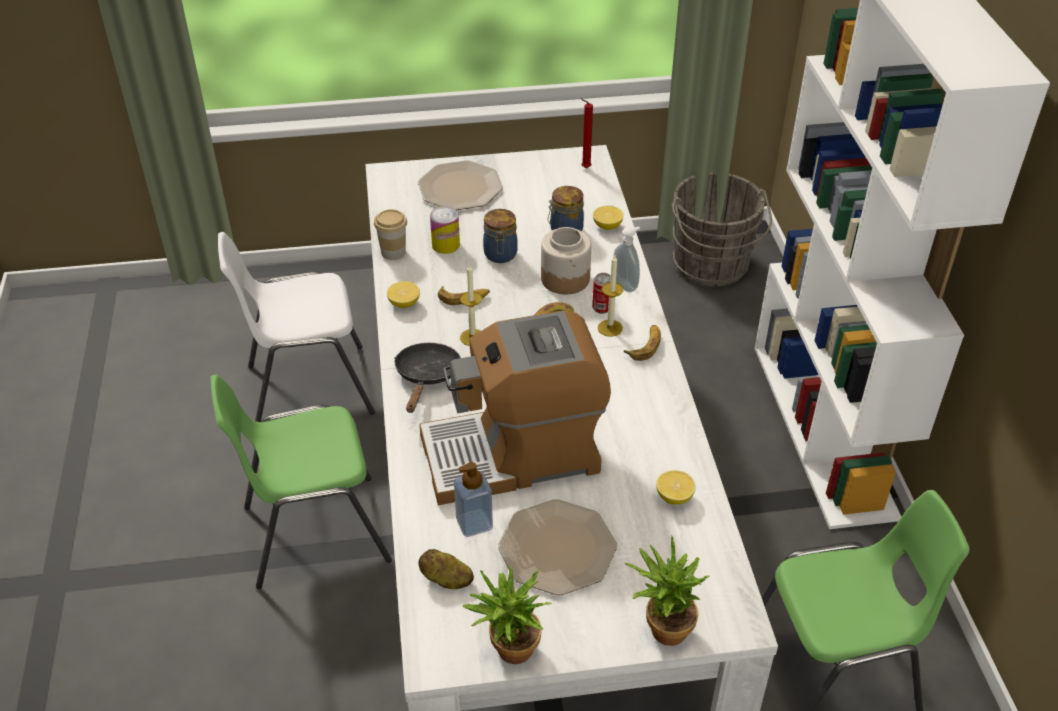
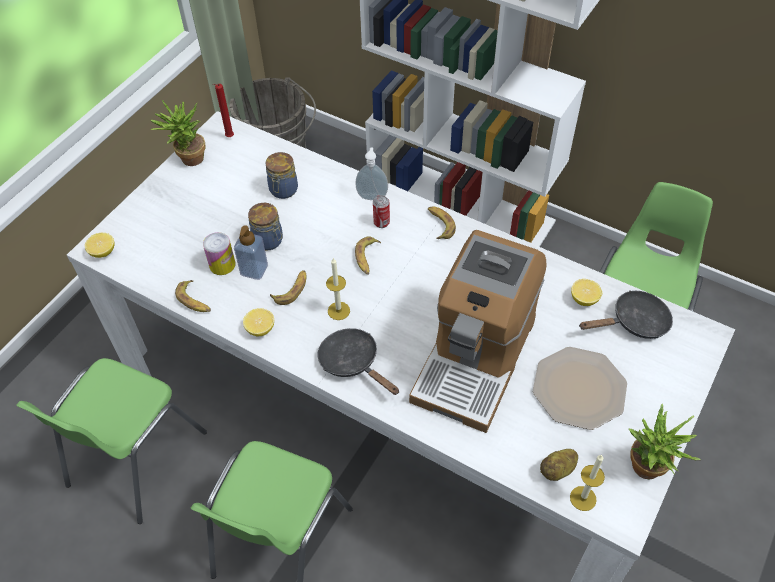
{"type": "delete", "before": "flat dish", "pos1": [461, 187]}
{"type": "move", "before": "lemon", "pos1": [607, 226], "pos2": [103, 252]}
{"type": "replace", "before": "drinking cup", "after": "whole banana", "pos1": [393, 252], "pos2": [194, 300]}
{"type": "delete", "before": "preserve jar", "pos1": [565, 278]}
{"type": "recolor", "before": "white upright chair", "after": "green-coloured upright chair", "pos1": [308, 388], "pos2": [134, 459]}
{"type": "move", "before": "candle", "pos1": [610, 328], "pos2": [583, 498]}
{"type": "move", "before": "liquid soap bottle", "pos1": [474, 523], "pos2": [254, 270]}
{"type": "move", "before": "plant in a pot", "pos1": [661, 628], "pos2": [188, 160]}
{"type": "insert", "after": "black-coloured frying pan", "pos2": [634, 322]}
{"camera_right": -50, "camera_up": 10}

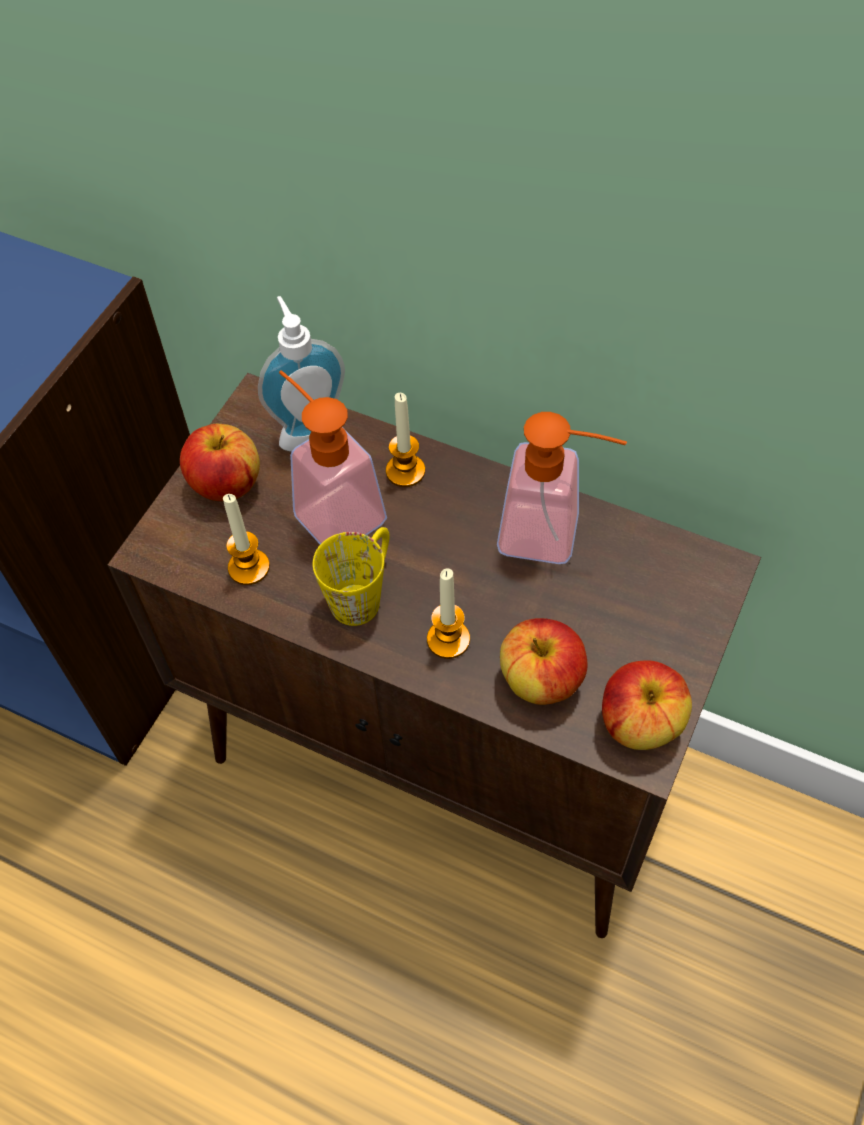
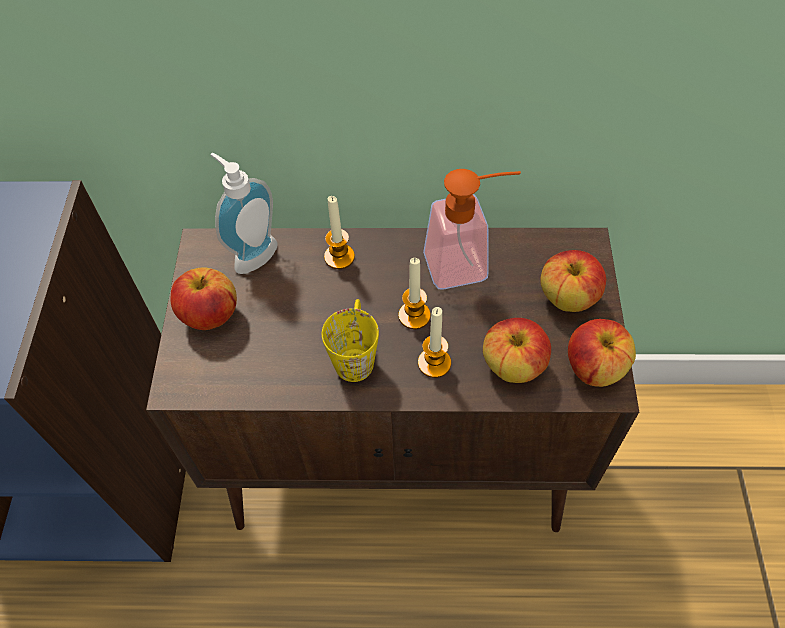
{"type": "delete", "before": "liquid soap bottle", "pos1": [331, 508]}
{"type": "move", "before": "candle", "pos1": [249, 567], "pos2": [414, 316]}
{"type": "insert", "after": "apple fruit", "pos2": [568, 298]}
{"camera_right": -25, "camera_up": 0}

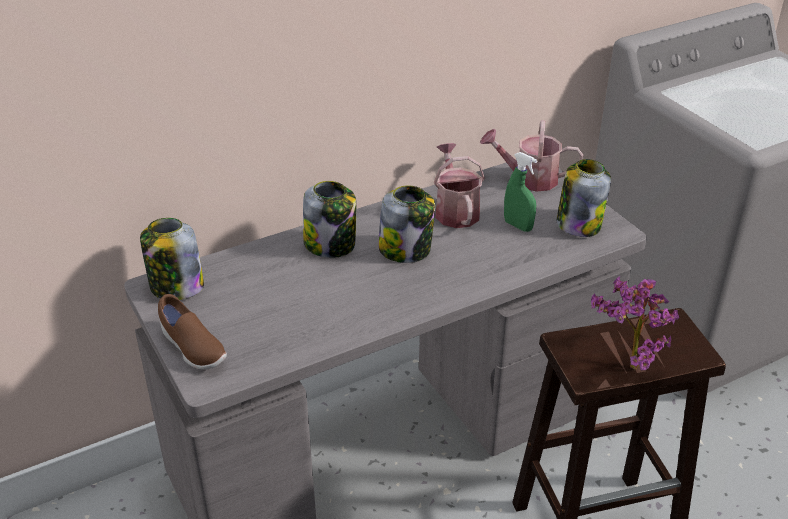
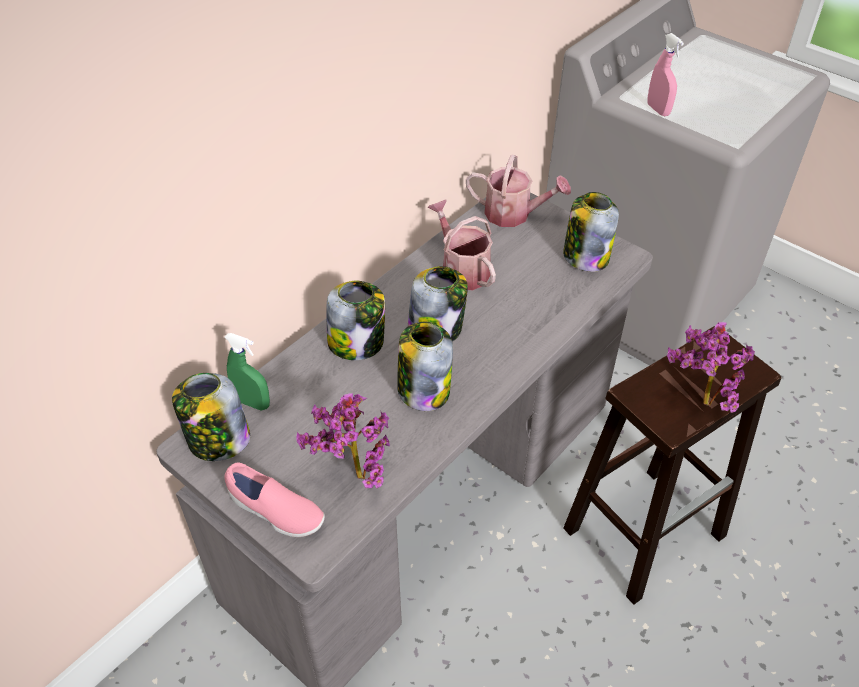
{"type": "rotate", "before": "watering can", "pos1": [529, 179], "pos2": [514, 214], "turn": -150}
{"type": "move", "before": "green-coloured sprayer", "pos1": [518, 226], "pos2": [252, 403]}
{"type": "recolor", "before": "brown shoe", "after": "pink-coloured shoe", "pos1": [192, 348], "pos2": [275, 512]}
{"type": "insert", "after": "pink-coloured sprayer", "pos2": [658, 110]}
{"type": "insert", "after": "preserve jar", "pos2": [423, 389]}
{"type": "insert", "after": "plant in a pot", "pos2": [352, 475]}
{"camera_right": -20, "camera_up": 10}

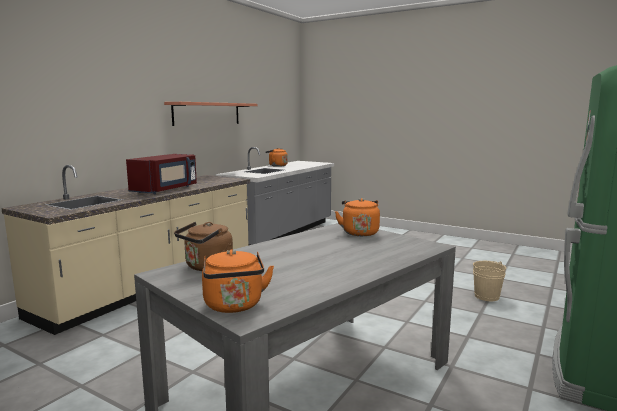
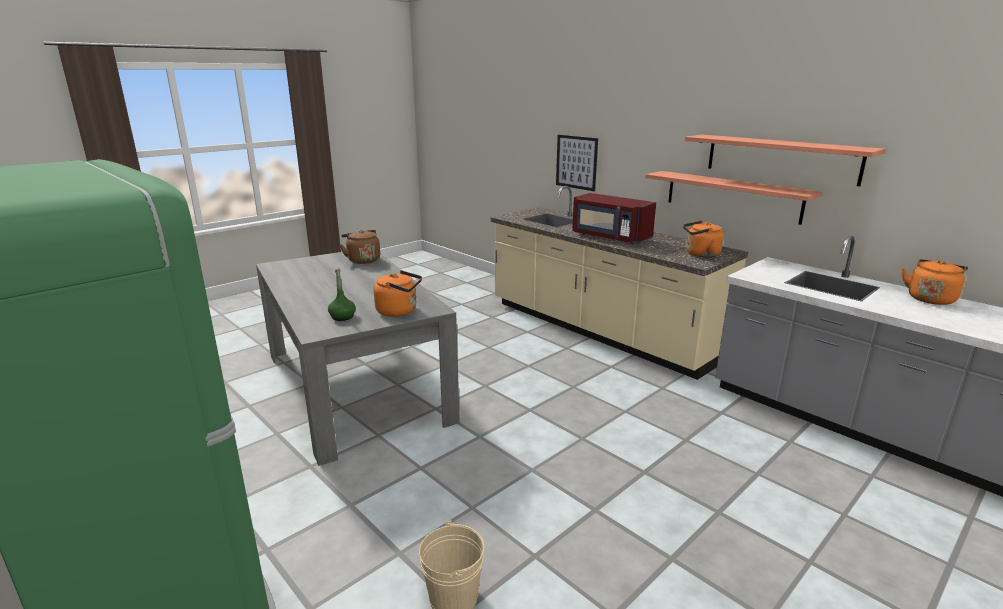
{"type": "move", "before": "orangey kettle", "pos1": [234, 306], "pos2": [700, 254]}
{"type": "insert", "after": "wall picture", "pos2": [576, 162]}
{"type": "insert", "after": "bracket shelf", "pos2": [732, 196]}
{"type": "insert", "after": "green-coloured drink bottle", "pos2": [342, 317]}
{"camera_right": 105, "camera_up": 10}

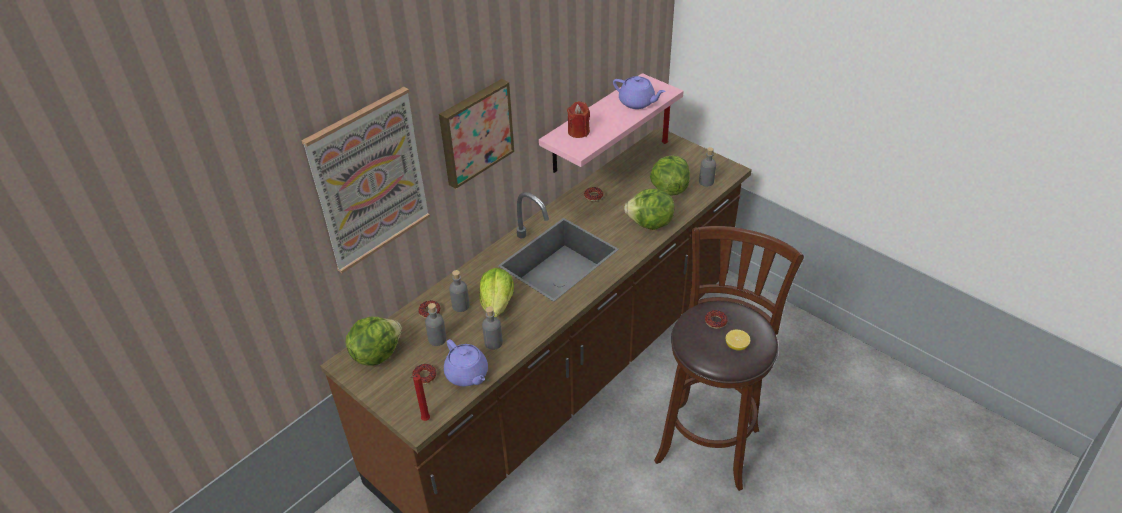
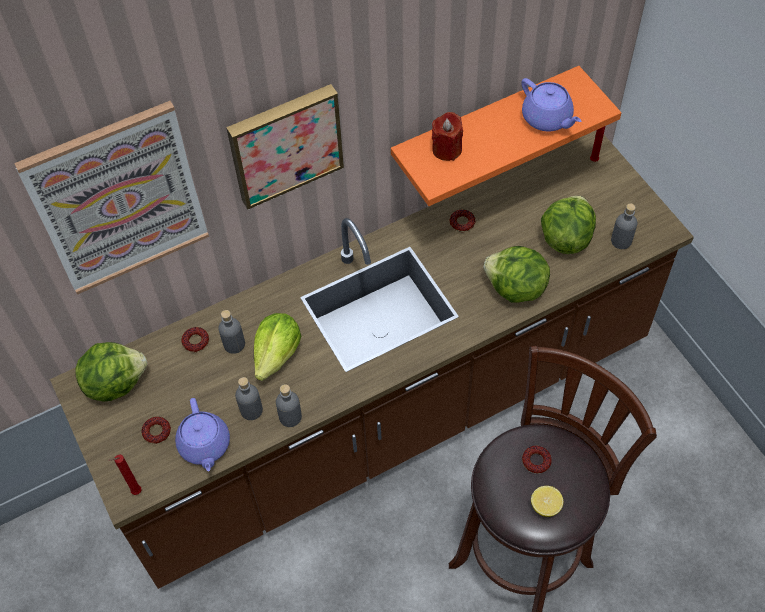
{"type": "recolor", "before": "pink-coloured bracket shelf", "after": "orangey bracket shelf", "pos1": [592, 125], "pos2": [485, 128]}
{"type": "move", "before": "greyish drink bottle", "pos1": [437, 339], "pos2": [290, 417]}
{"camera_right": 20, "camera_up": 15}

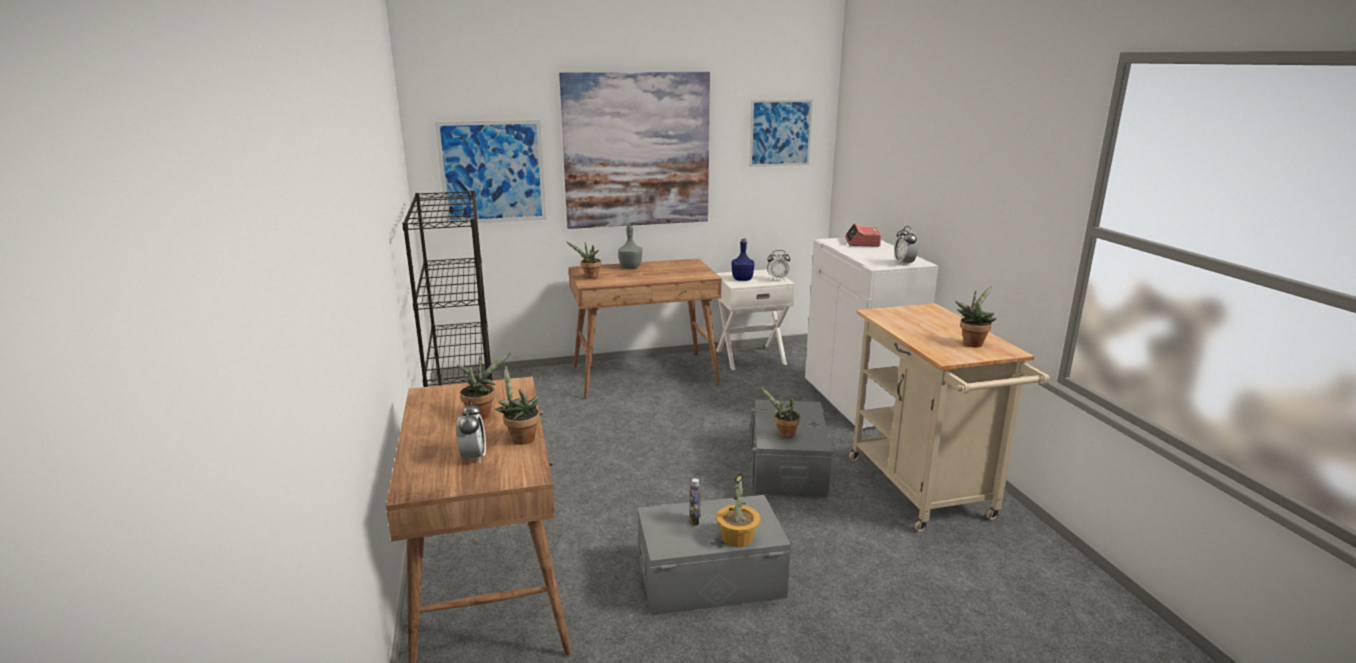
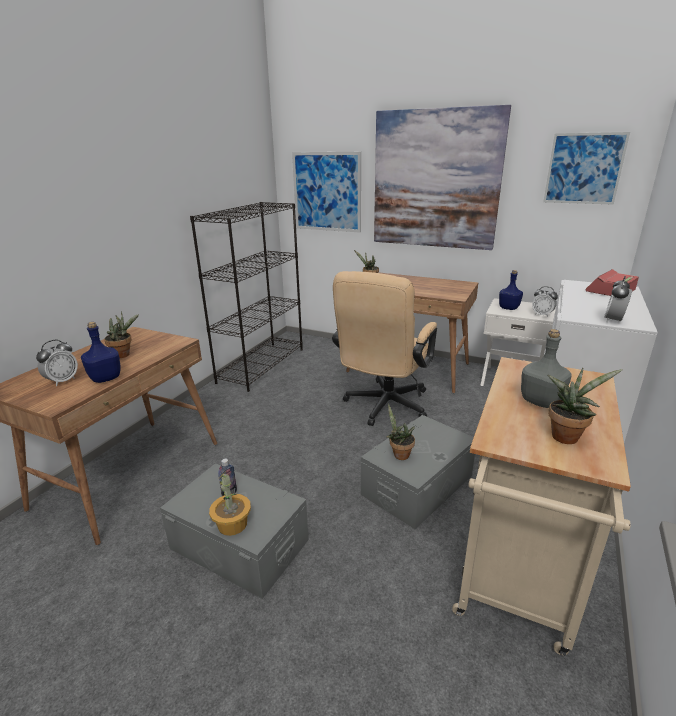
{"type": "move", "before": "greyish drink bottle", "pos1": [630, 267], "pos2": [541, 401]}
{"type": "replace", "before": "plant in a pot", "after": "blue drink bottle", "pos1": [520, 438], "pos2": [105, 378]}
{"type": "insert", "after": "sand-coloured computer chair", "pos2": [383, 407]}
{"camera_right": 40, "camera_up": 5}

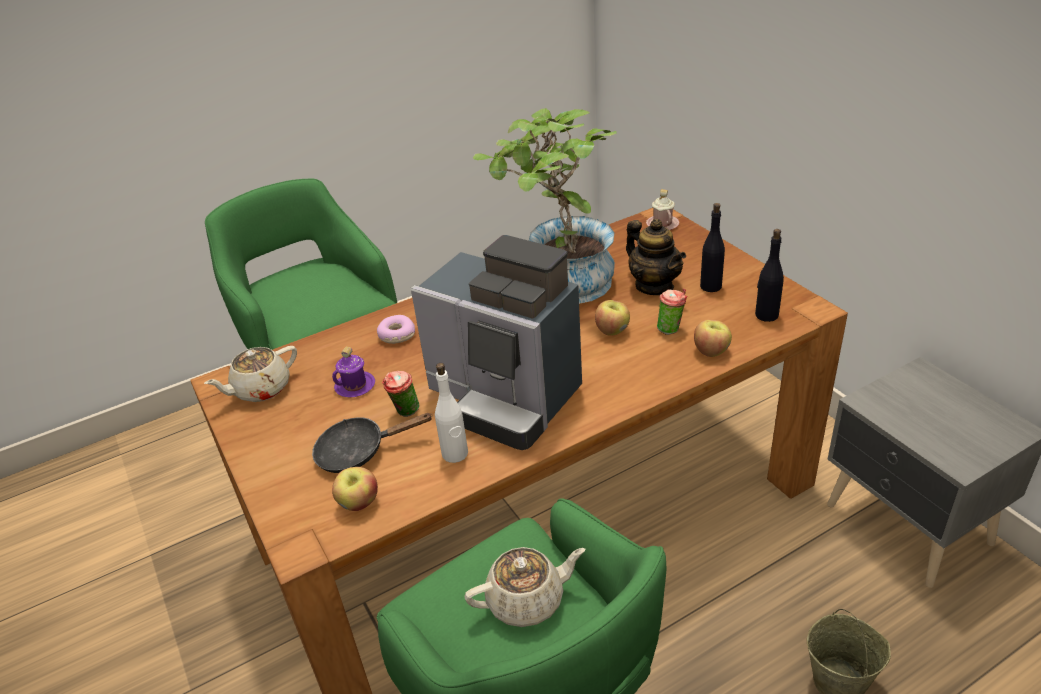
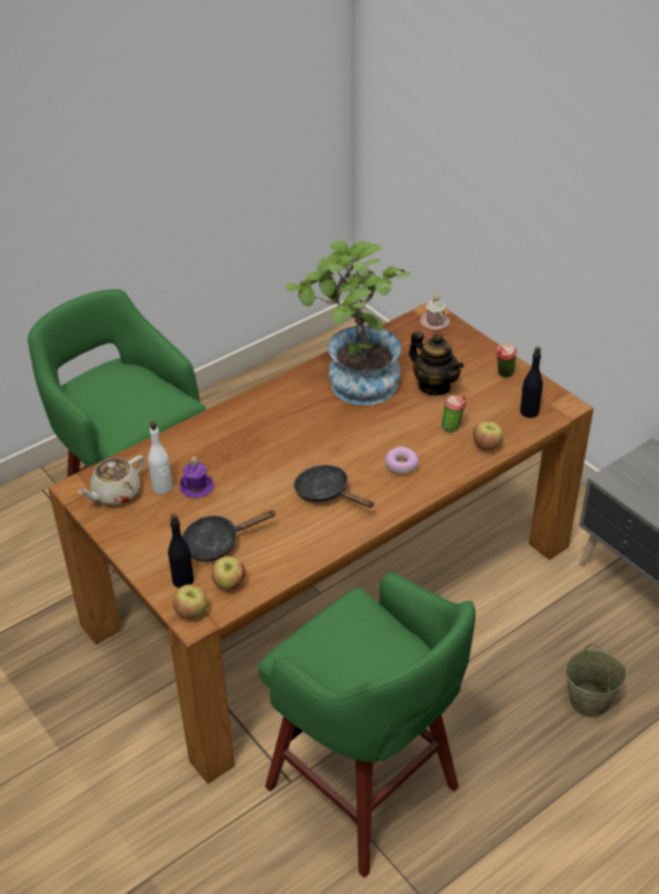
{"type": "move", "before": "black-coloured drink bottle", "pos1": [711, 286], "pos2": [183, 580]}
{"type": "replace", "before": "coffee brewer", "after": "black-coloured frying pan", "pos1": [505, 398], "pos2": [326, 493]}
{"type": "move", "before": "apple fruit", "pos1": [612, 330], "pos2": [191, 612]}
{"type": "move", "before": "ring doughnut", "pos1": [396, 335], "pos2": [401, 465]}
{"type": "move", "before": "white drink bottle", "pos1": [455, 454], "pos2": [162, 488]}
{"type": "move", "before": "drinking cup", "pos1": [405, 412], "pos2": [504, 375]}
{"type": "delete", "before": "sand-coloured pot for tea", "pos1": [527, 600]}
{"camera_right": -10, "camera_up": 5}

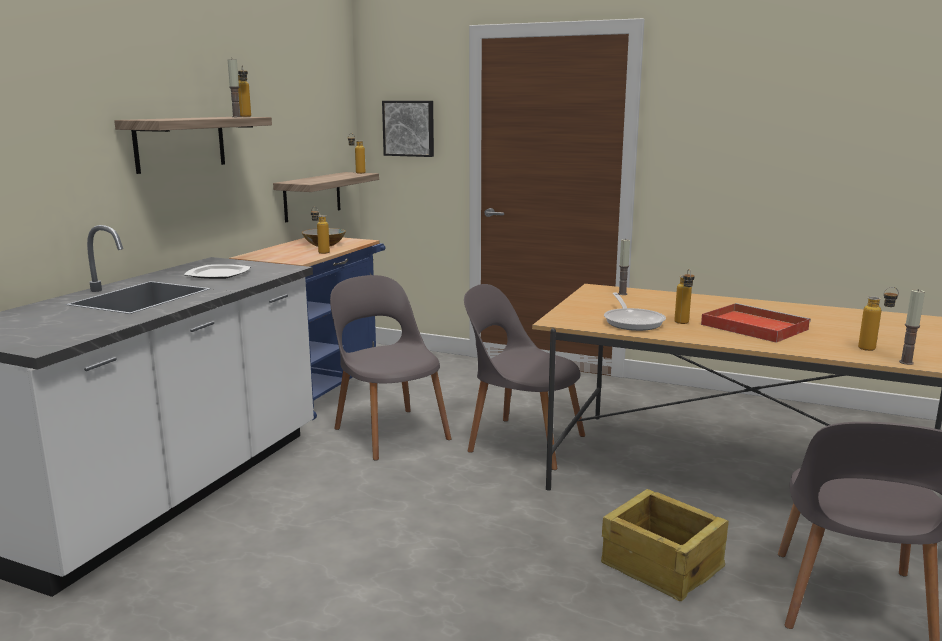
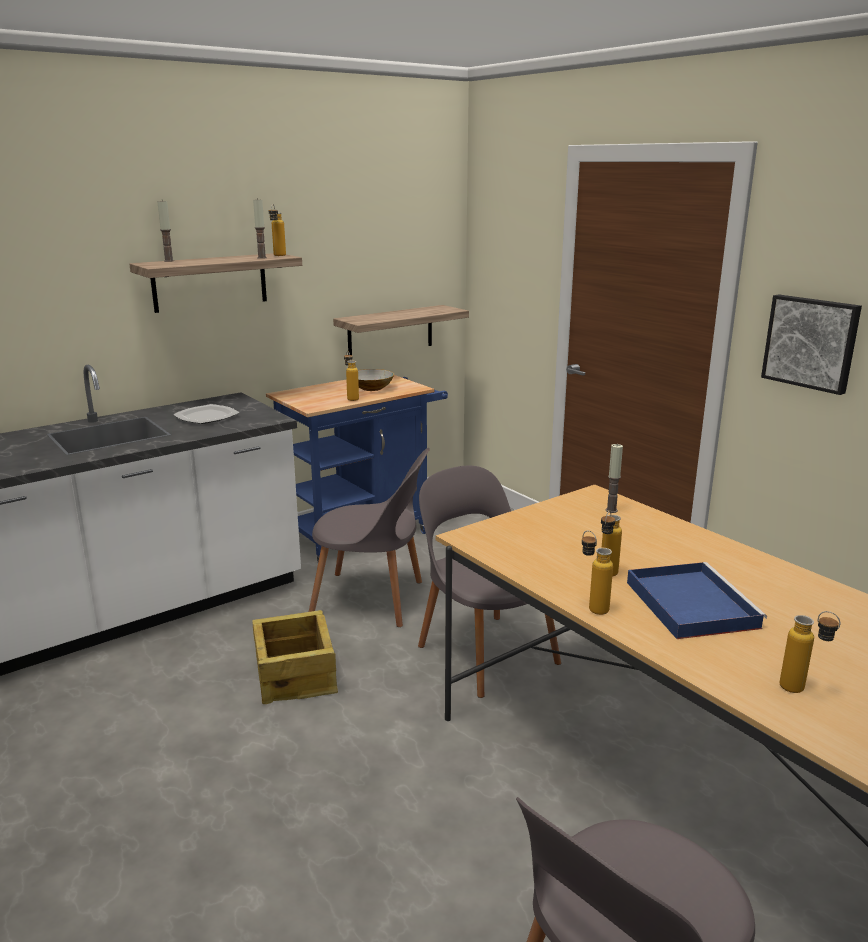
{"type": "move", "before": "wall picture", "pos1": [409, 128], "pos2": [811, 342]}
{"type": "move", "before": "drink bottle", "pos1": [357, 173], "pos2": [592, 607]}
{"type": "rotate", "before": "greyish upright chair", "pos1": [390, 432], "pos2": [372, 599], "turn": 105}
{"type": "move", "before": "candle", "pos1": [906, 362], "pos2": [169, 261]}
{"type": "delete", "before": "frying pan", "pos1": [632, 321]}
{"type": "recolor", "before": "reddish tray", "after": "blue tray", "pos1": [752, 326], "pos2": [689, 603]}
{"type": "move", "before": "crate", "pos1": [661, 564], "pos2": [296, 674]}
{"camera_right": 30, "camera_up": 5}

